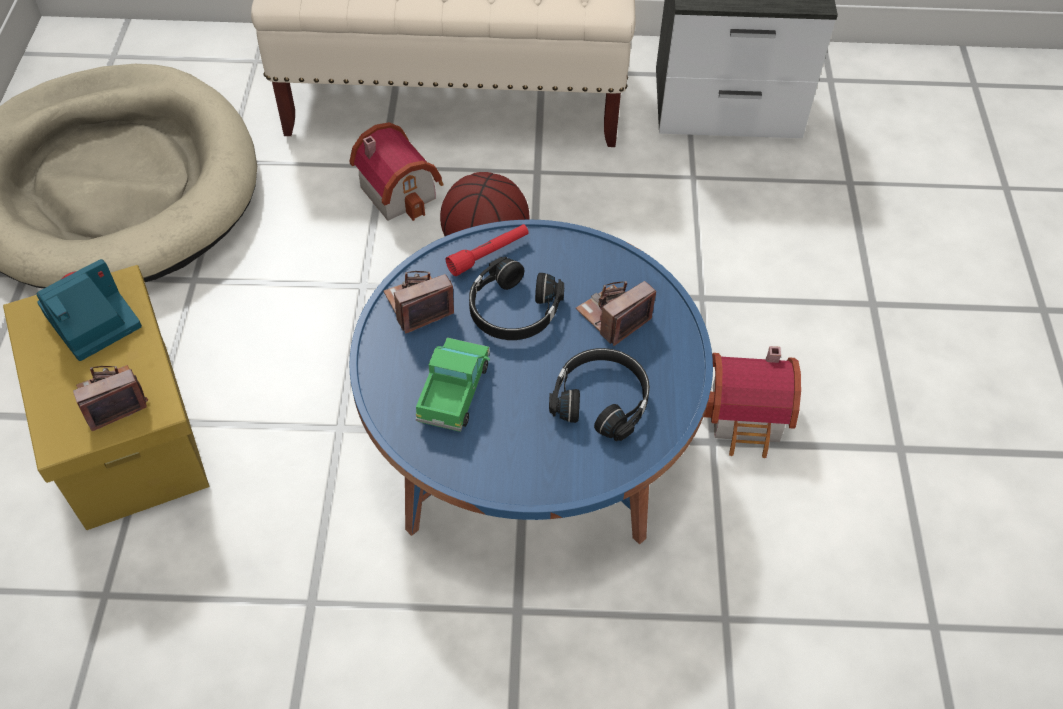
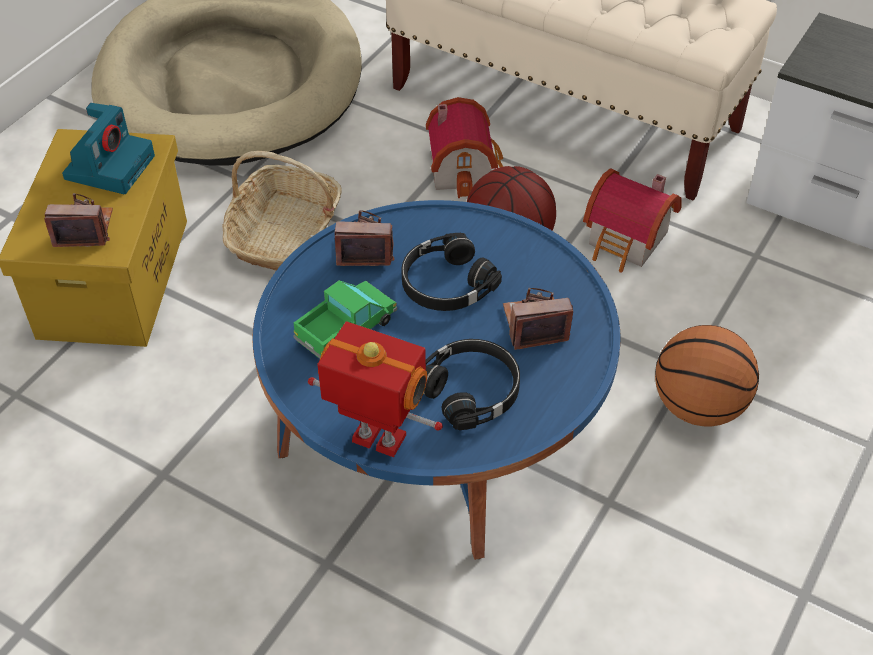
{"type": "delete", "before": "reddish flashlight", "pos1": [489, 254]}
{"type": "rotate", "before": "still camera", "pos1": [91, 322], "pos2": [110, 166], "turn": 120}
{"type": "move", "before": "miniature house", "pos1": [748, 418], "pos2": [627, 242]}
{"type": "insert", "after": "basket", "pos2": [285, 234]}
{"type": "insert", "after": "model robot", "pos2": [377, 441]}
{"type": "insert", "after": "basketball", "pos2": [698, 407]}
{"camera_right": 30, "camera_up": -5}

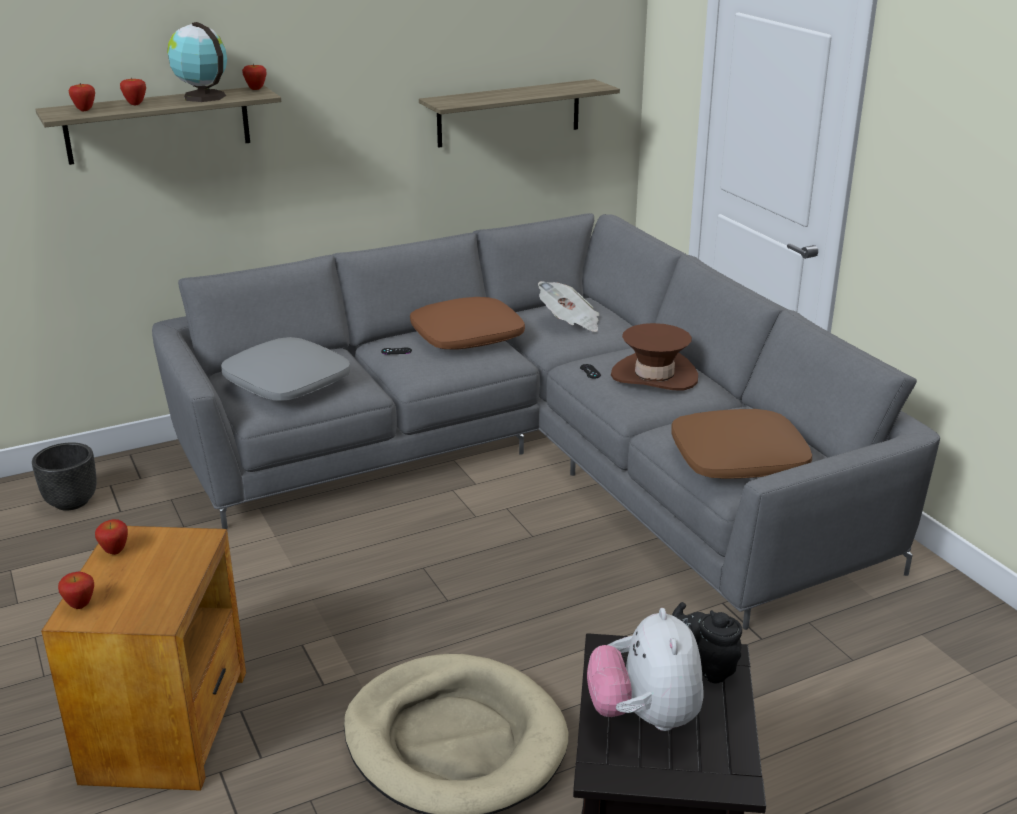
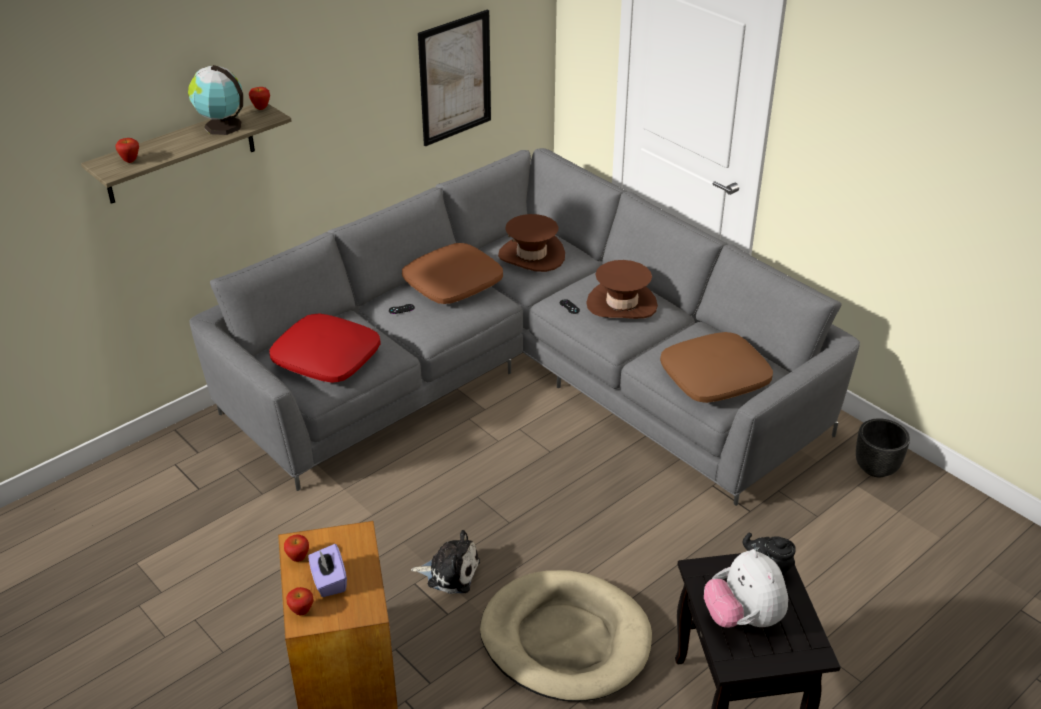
{"type": "delete", "before": "apple fruit", "pos1": [135, 104]}
{"type": "replace", "before": "bracket shelf", "after": "wall picture", "pos1": [509, 113], "pos2": [455, 78]}
{"type": "replace", "before": "printed paper", "after": "brown hat", "pos1": [569, 323], "pos2": [531, 256]}
{"type": "recolor", "before": "greyish cushion", "after": "reddish cushion", "pos1": [288, 383], "pos2": [327, 358]}
{"type": "move", "before": "black-coloured planter", "pos1": [71, 501], "pos2": [875, 467]}
{"type": "insert", "after": "plush toy", "pos2": [450, 572]}
{"type": "insert", "after": "purple-coloured box of tissues", "pos2": [329, 581]}
{"camera_right": -15, "camera_up": 10}

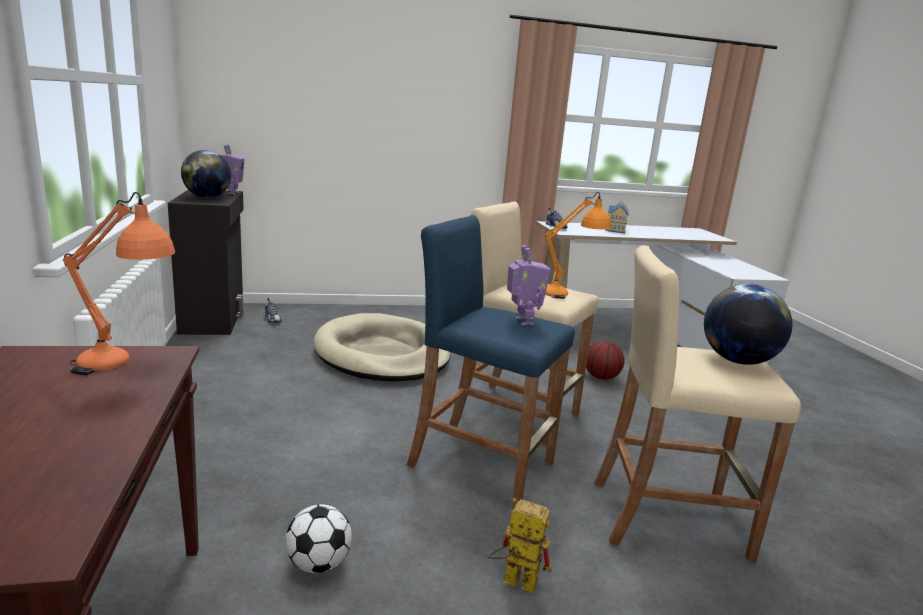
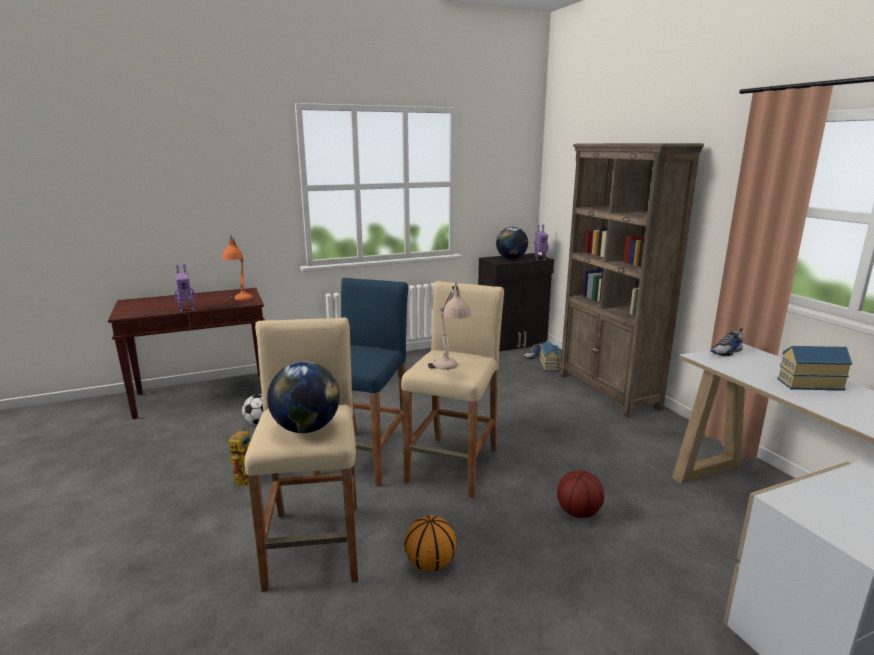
{"type": "recolor", "before": "orangey tabletop lamp", "after": "sand-coloured tabletop lamp", "pos1": [569, 293], "pos2": [449, 369]}
{"type": "move", "before": "model robot", "pos1": [523, 321], "pos2": [186, 309]}
{"type": "delete", "before": "sand-coloured pet bed", "pos1": [382, 354]}
{"type": "insert", "after": "brown bookcase", "pos2": [608, 391]}
{"type": "insert", "after": "miniature house", "pos2": [550, 365]}
{"type": "insert", "after": "basketball", "pos2": [431, 564]}
{"camera_right": 80, "camera_up": 0}

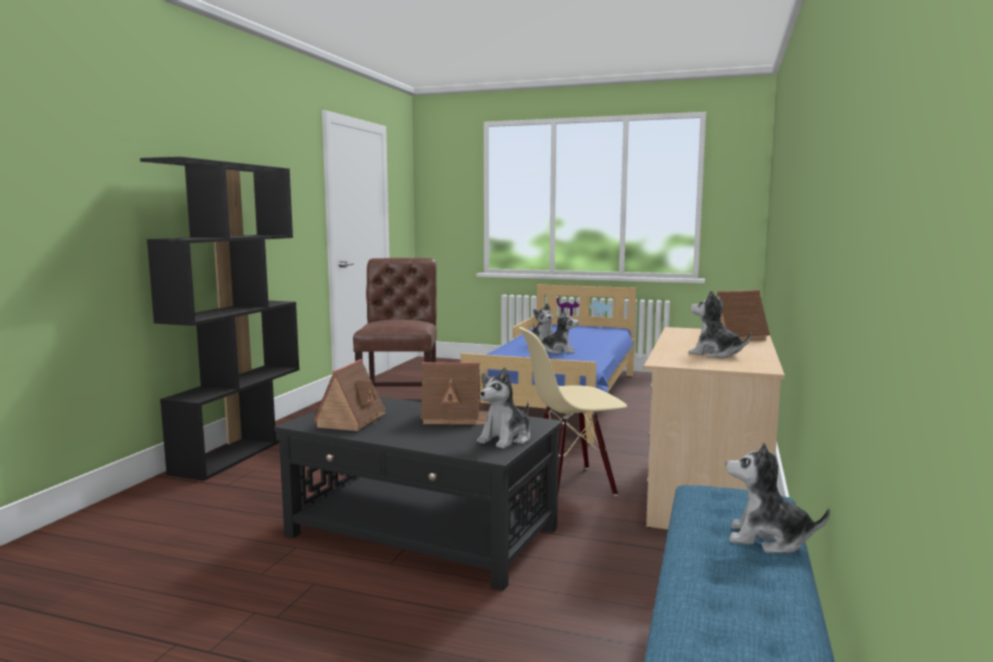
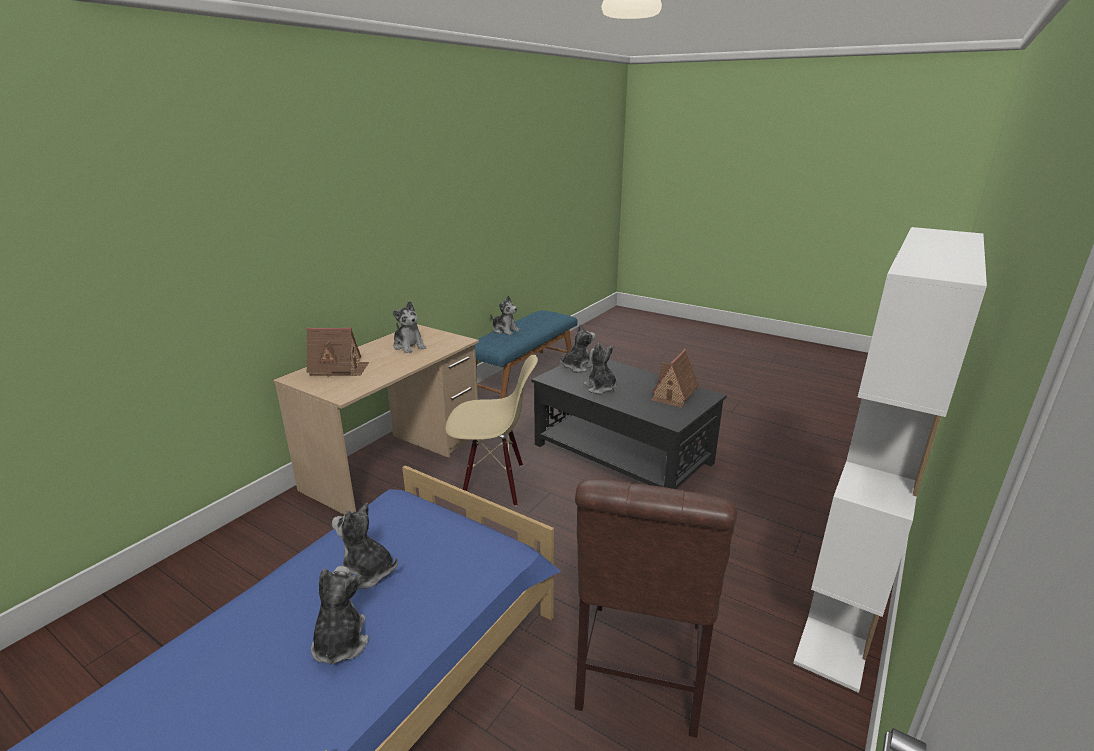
{"type": "recolor", "before": "black-coloured bookcase", "after": "white bookcase", "pos1": [240, 450], "pos2": [844, 608]}
{"type": "replace", "before": "miniature house", "after": "plush toy", "pos1": [456, 418], "pos2": [601, 388]}
{"camera_right": -165, "camera_up": 15}

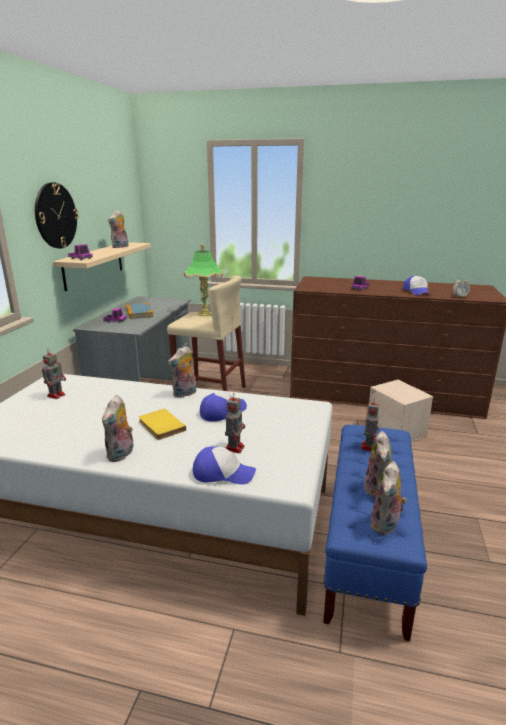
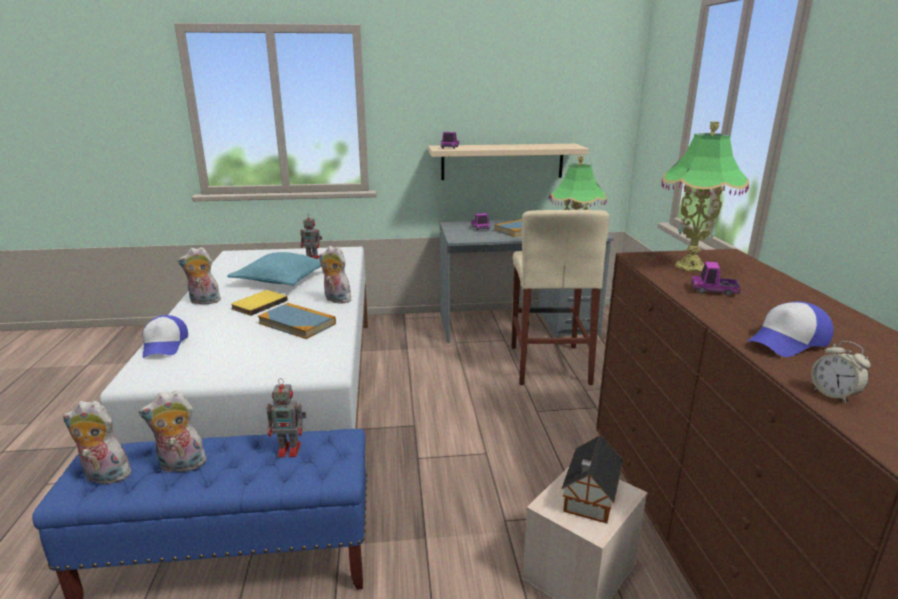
{"type": "delete", "before": "wall clock", "pos1": [55, 216]}
{"type": "delete", "before": "plush toy", "pos1": [120, 247]}
{"type": "replace", "before": "cap", "after": "book", "pos1": [222, 411], "pos2": [297, 323]}
{"type": "delete", "before": "model robot", "pos1": [234, 447]}
{"type": "insert", "after": "tabletop lamp", "pos2": [690, 266]}
{"type": "insert", "after": "turquoise-coloured cushion", "pos2": [282, 279]}
{"type": "insert", "after": "miniature house", "pos2": [589, 498]}
{"camera_right": 70, "camera_up": 0}

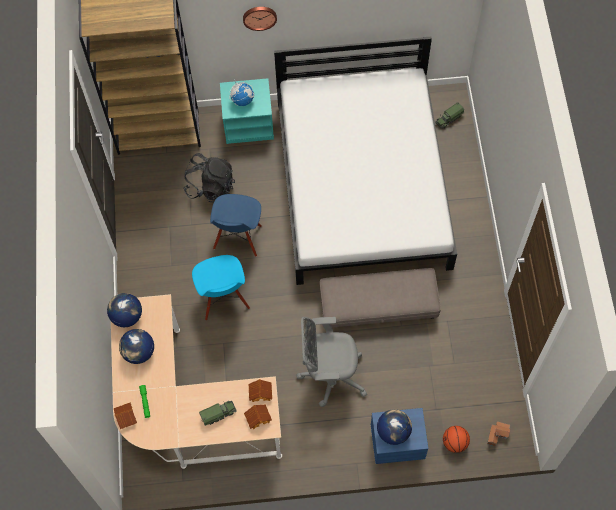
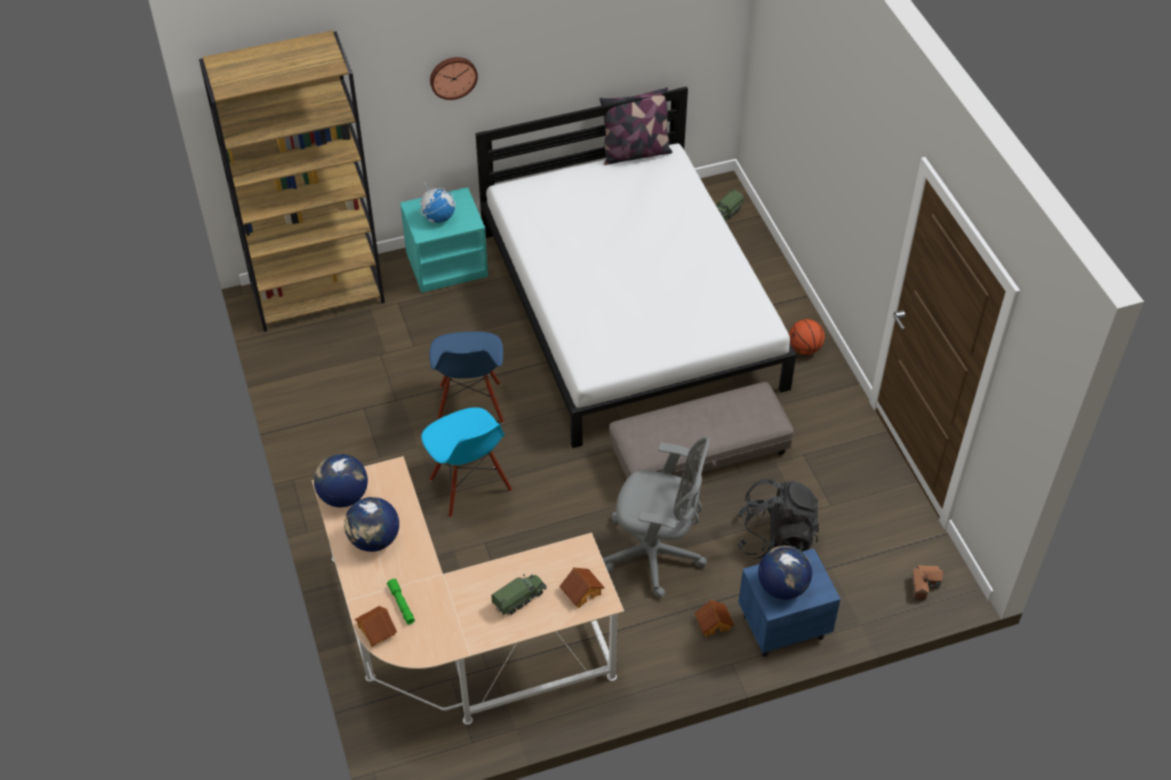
{"type": "move", "before": "black-coloured rucksack", "pos1": [210, 187], "pos2": [776, 537]}
{"type": "rotate", "before": "greyish computer chair", "pos1": [329, 375], "pos2": [656, 555], "turn": -150}
{"type": "move", "before": "miniature house", "pos1": [260, 393], "pos2": [713, 623]}
{"type": "move", "before": "basketball", "pos1": [455, 442], "pos2": [804, 348]}
{"type": "insert", "after": "cushion", "pos2": [635, 153]}
{"camera_right": -15, "camera_up": -15}

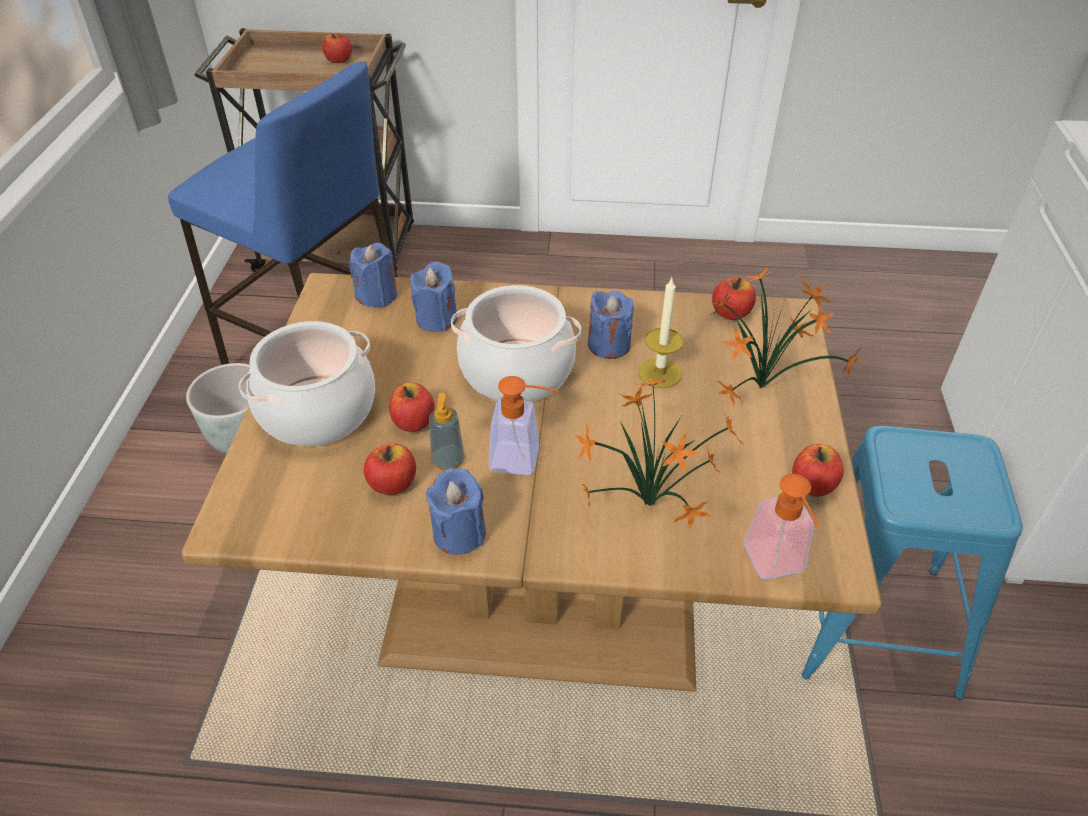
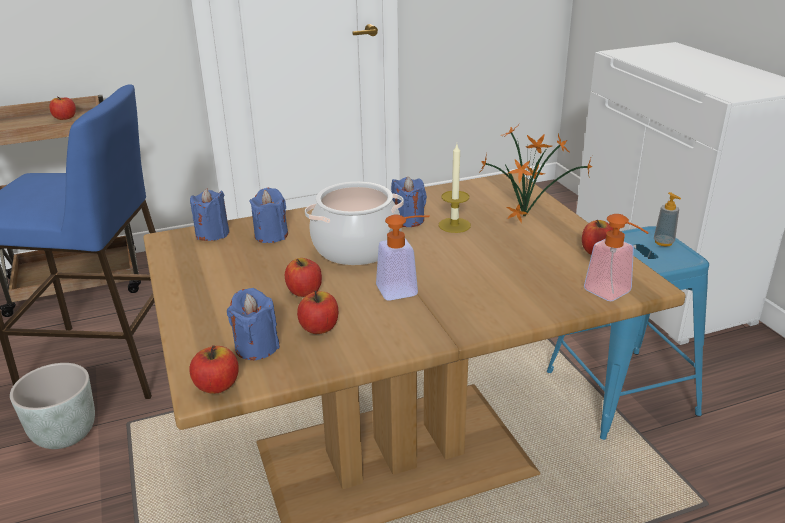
{"type": "move", "before": "apple fruit", "pos1": [731, 313], "pos2": [217, 385]}
{"type": "delete", "before": "saucepot", "pos1": [318, 410]}
{"type": "delete", "before": "plant in a pot", "pos1": [654, 506]}
{"type": "move", "before": "liquid soap bottle", "pos1": [448, 461], "pos2": [663, 242]}
{"type": "move", "before": "blue candle", "pos1": [459, 533], "pos2": [256, 347]}
{"camera_right": -25, "camera_up": -15}

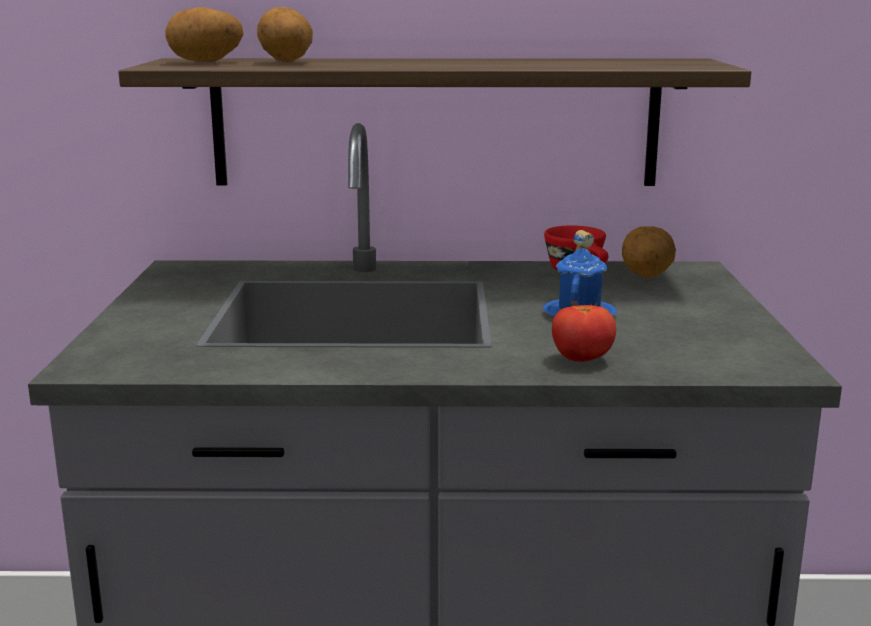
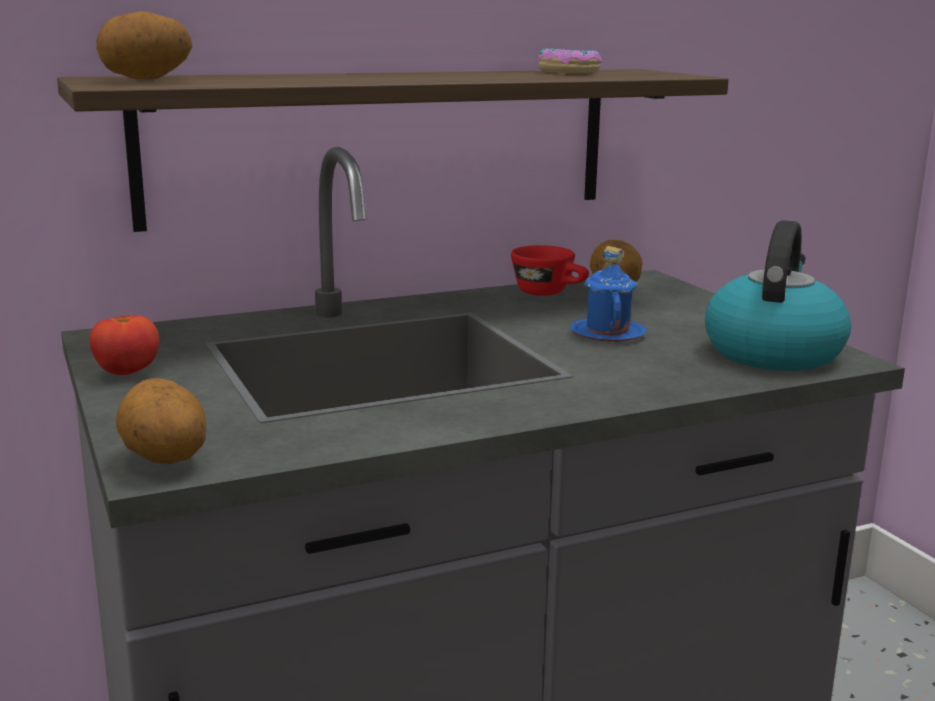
{"type": "move", "before": "whole potato", "pos1": [286, 62], "pos2": [164, 460]}
{"type": "move", "before": "tomato", "pos1": [582, 360], "pos2": [128, 373]}
{"type": "insert", "after": "ring doughnut", "pos2": [568, 72]}
{"type": "insert", "after": "kettle", "pos2": [772, 352]}
{"camera_right": -25, "camera_up": 0}

